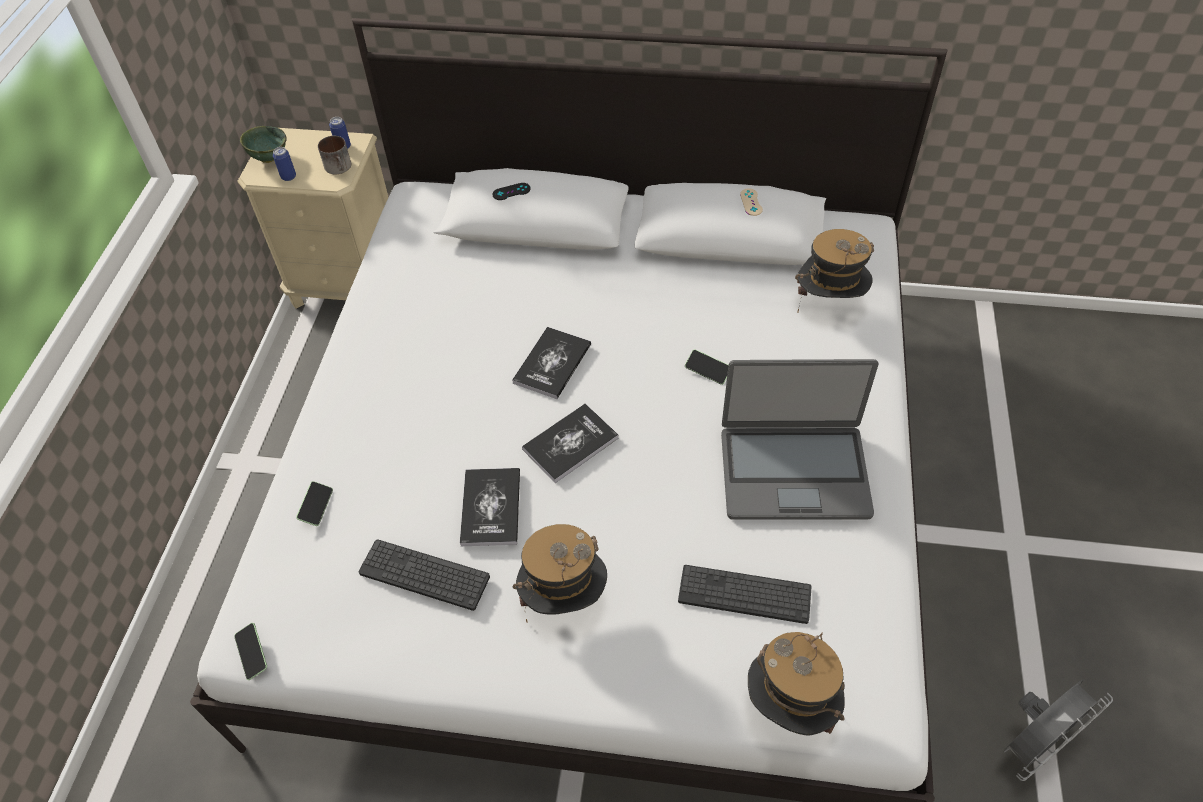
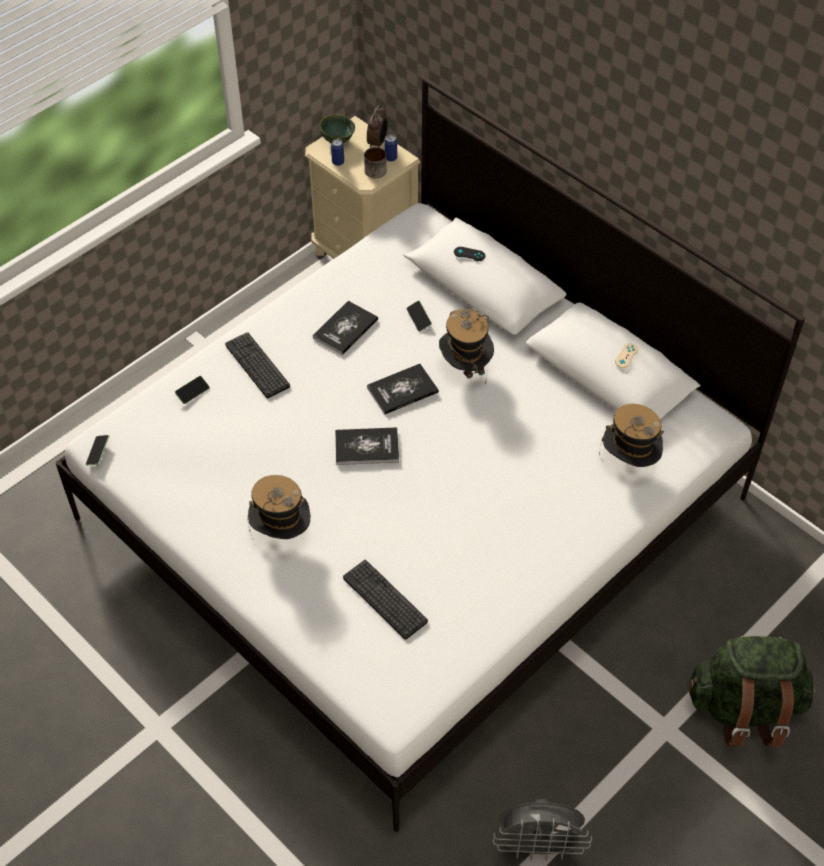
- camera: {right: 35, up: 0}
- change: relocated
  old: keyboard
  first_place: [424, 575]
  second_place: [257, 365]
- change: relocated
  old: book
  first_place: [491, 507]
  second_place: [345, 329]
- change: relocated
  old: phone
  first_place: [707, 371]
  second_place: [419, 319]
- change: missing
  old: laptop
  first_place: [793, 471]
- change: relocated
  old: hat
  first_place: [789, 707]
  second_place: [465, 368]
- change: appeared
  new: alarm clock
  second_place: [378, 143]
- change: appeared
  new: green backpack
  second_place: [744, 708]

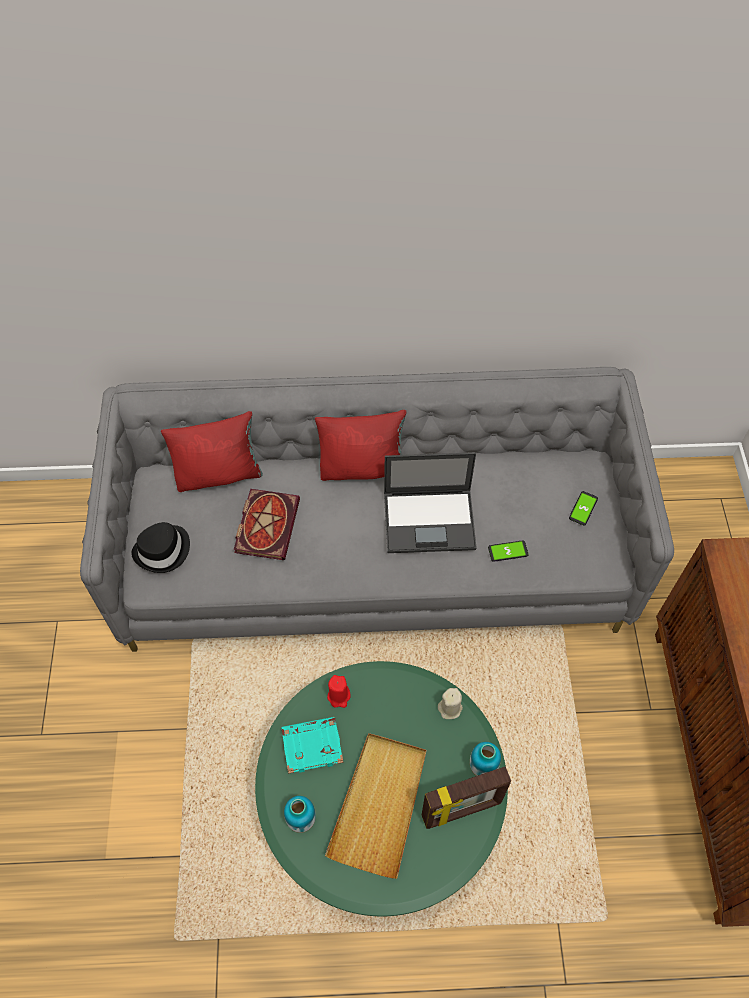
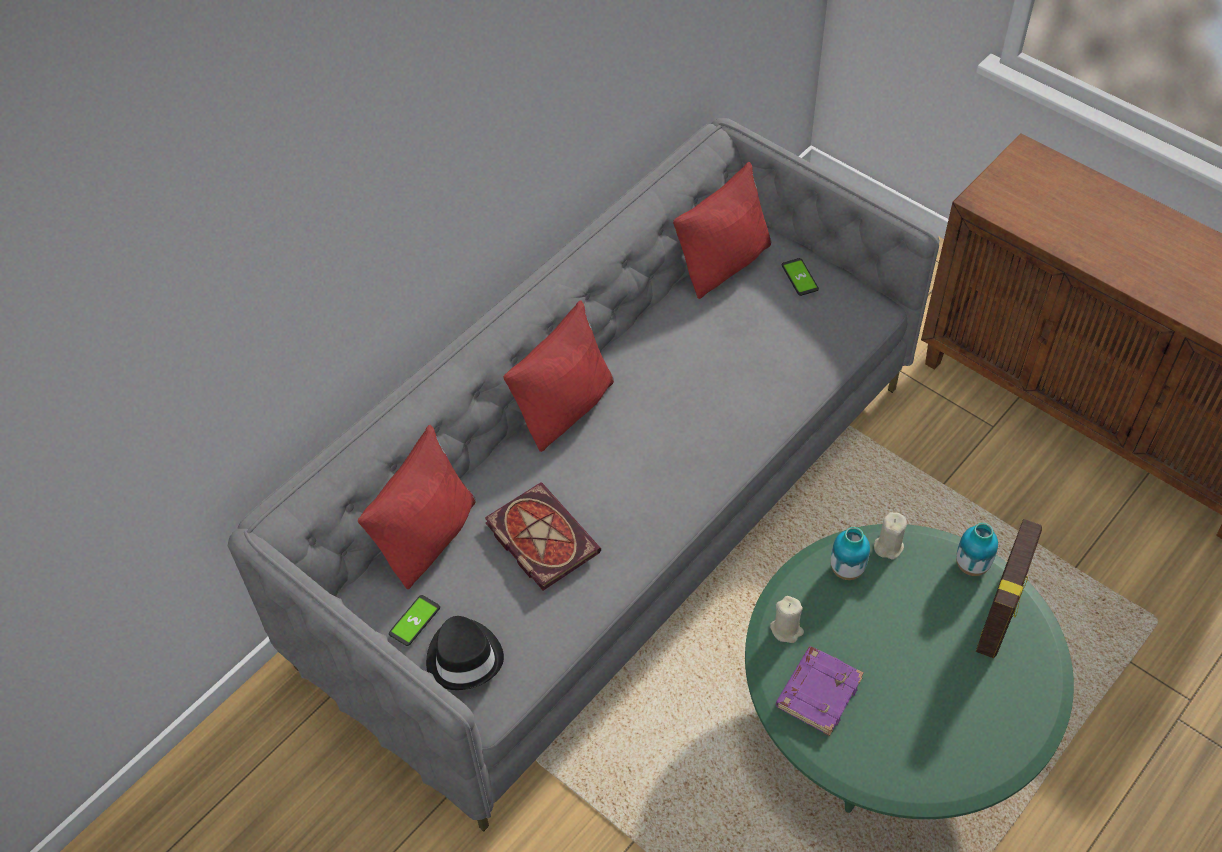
- camera: {right: -45, up: -5}
- change: colour
  old: turquoise book
  new: purple book
  first_place: [312, 745]
  second_place: [818, 692]
- change: relocated
  old: vase
  first_place: [301, 820]
  second_place: [847, 570]
- change: missing
  old: beige tray
  first_place: [379, 804]
- change: colour
  old: red candle
  new: beige candle
  first_place: [339, 696]
  second_place: [786, 629]
- change: missing
  old: laptop
  first_place: [430, 520]
- change: relocated
  old: phone
  first_place: [508, 551]
  second_place: [414, 621]
- change: appeared
  new: red pillow
  second_place: [724, 263]

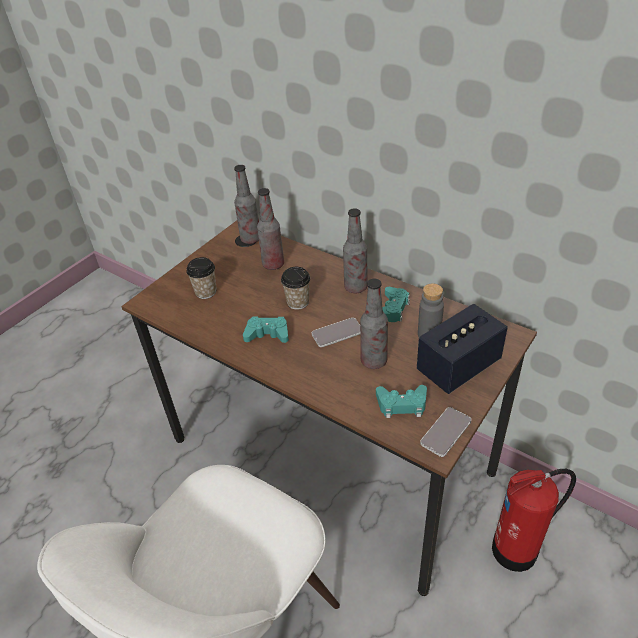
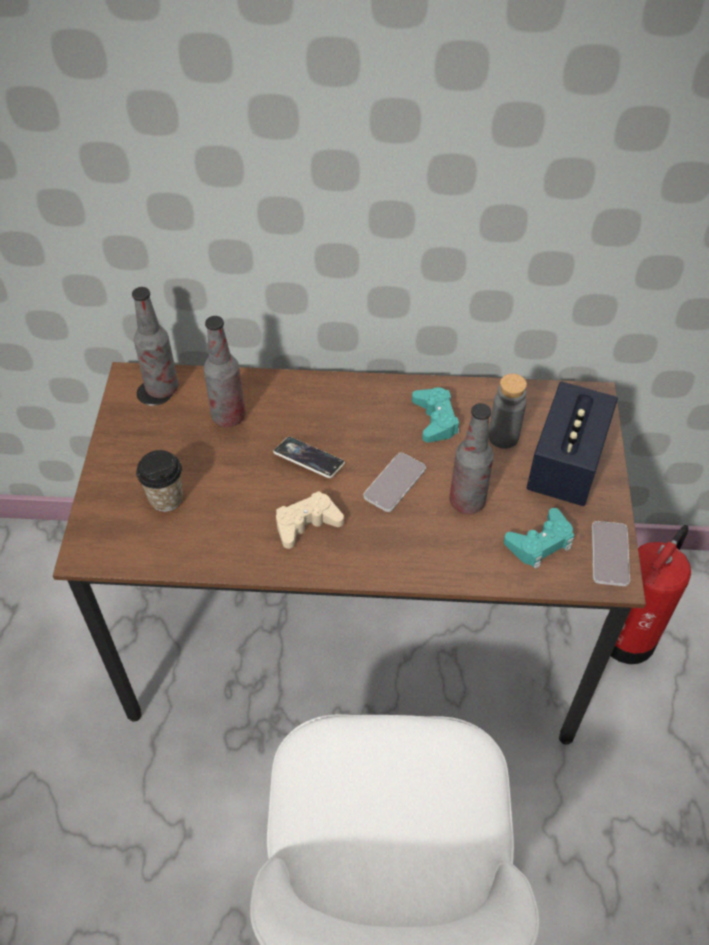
- camera: {right: -35, up: 10}
- change: colour
  old: turquoise game controller
  new: beige game controller
  first_place: [267, 334]
  second_place: [306, 524]
- change: exchanged
  old: cup
  new: phone
  first_place: [298, 302]
  second_place: [309, 460]
- change: missing
  old: bottle
  first_place: [355, 287]

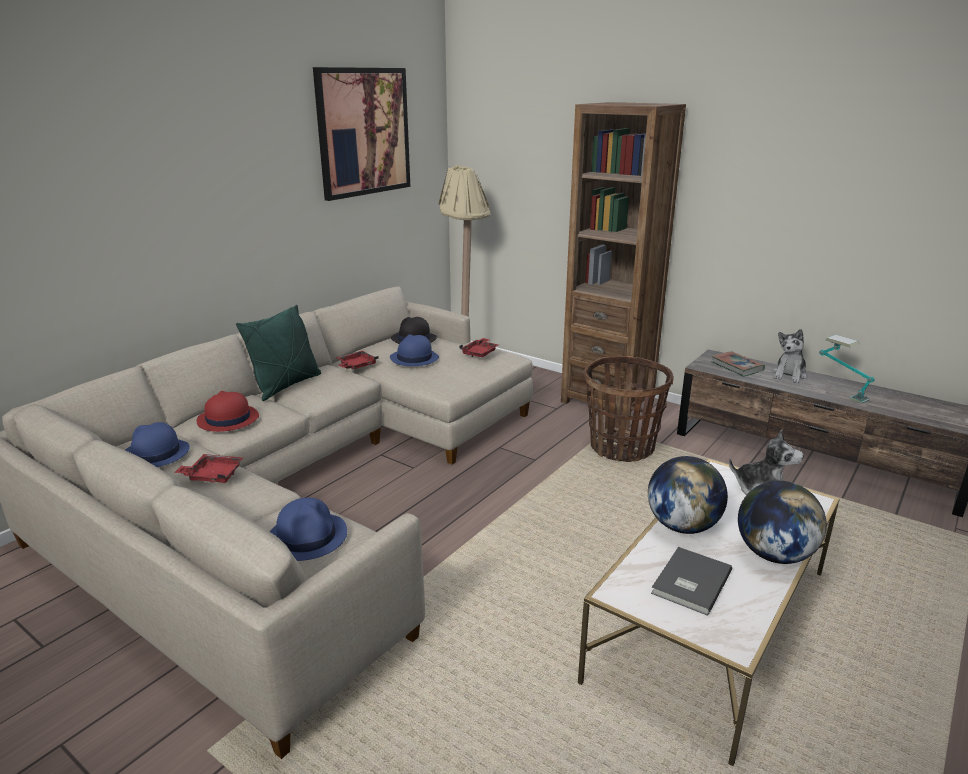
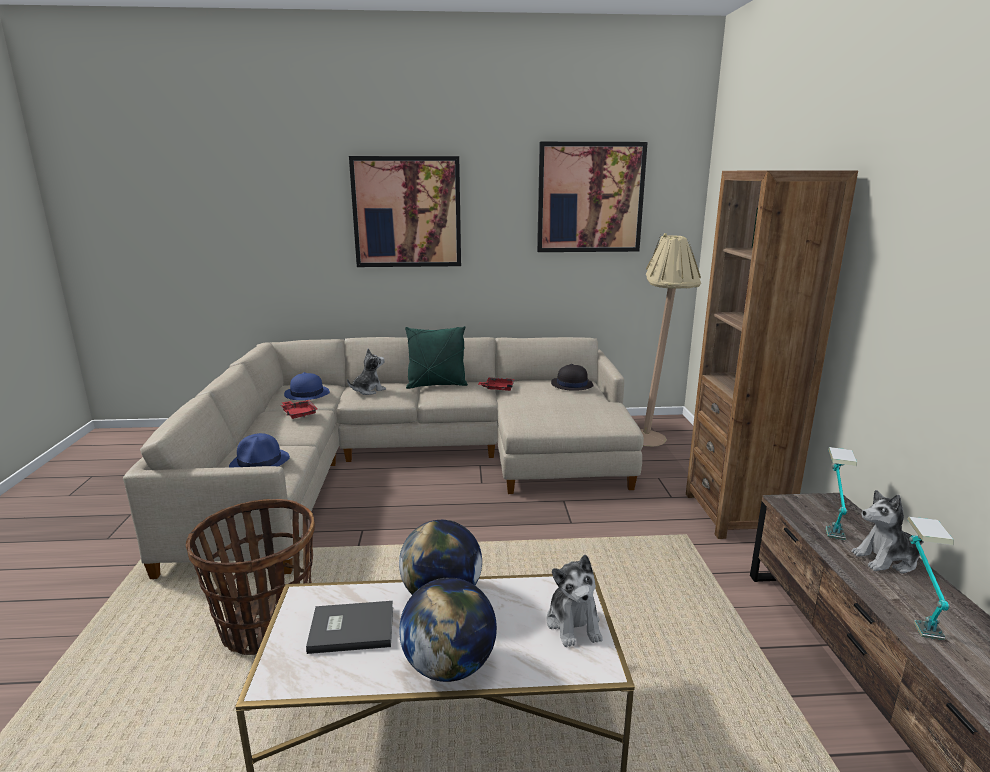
- camera: {right: 50, up: -5}
- change: exchanged
  old: red hat
  new: plush toy
  first_place: [227, 419]
  second_place: [368, 390]
- change: missing
  old: blue hat
  first_place: [414, 358]
- change: missing
  old: red tray
  first_place: [480, 353]
- change: relocated
  old: basket
  first_place: [622, 447]
  second_place: [265, 626]
- change: exchanged
  old: book
  new: table lamp
  first_place: [737, 367]
  second_place: [831, 521]
- change: appeared
  new: picture
  second_place: [407, 212]

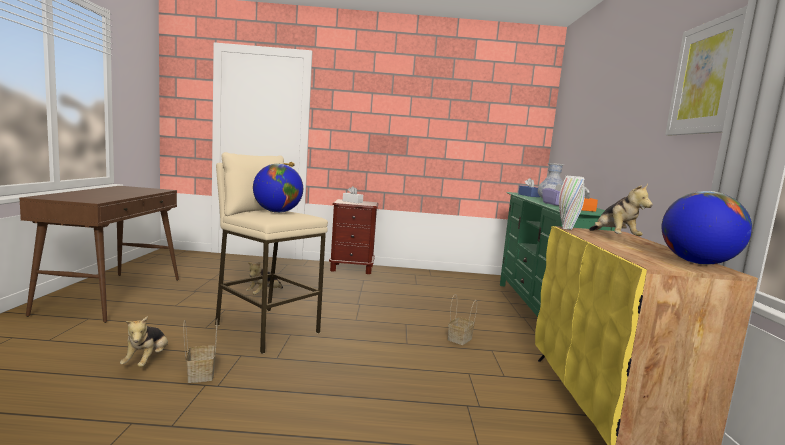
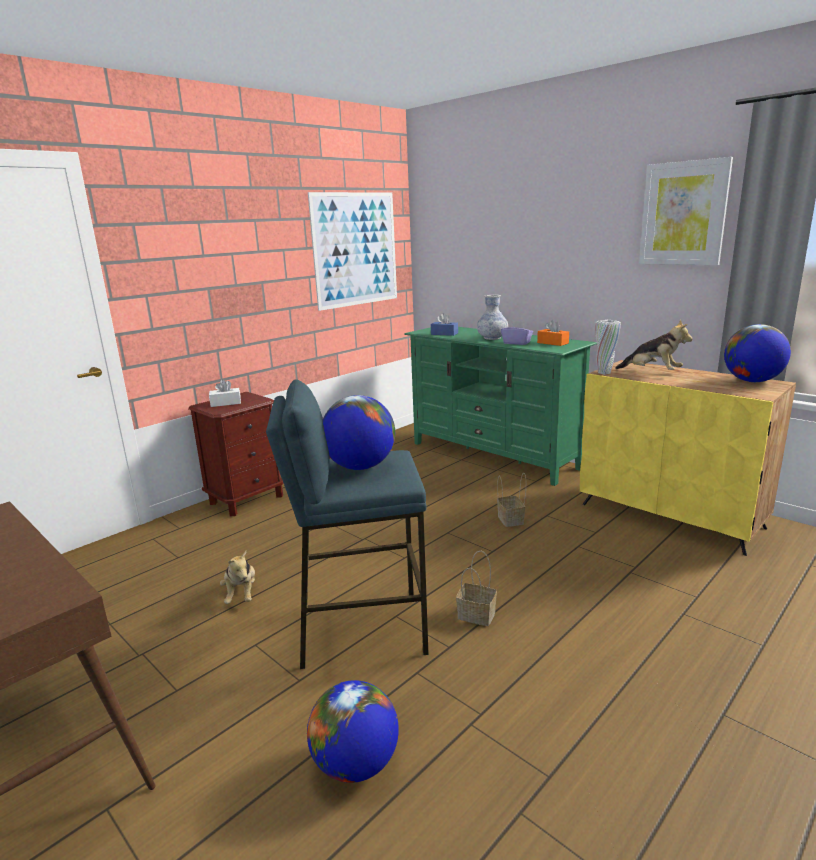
- camera: {right: -45, up: 10}
- change: exchanged
  old: plush toy
  new: globe
  first_place: [147, 361]
  second_place: [356, 764]
- change: relocated
  old: basket
  first_place: [200, 374]
  second_place: [475, 615]
- change: colour
  old: beige stool
  new: blue stool
  first_place: [267, 328]
  second_place: [360, 628]
- change: appeared
  new: picture
  second_place: [355, 249]

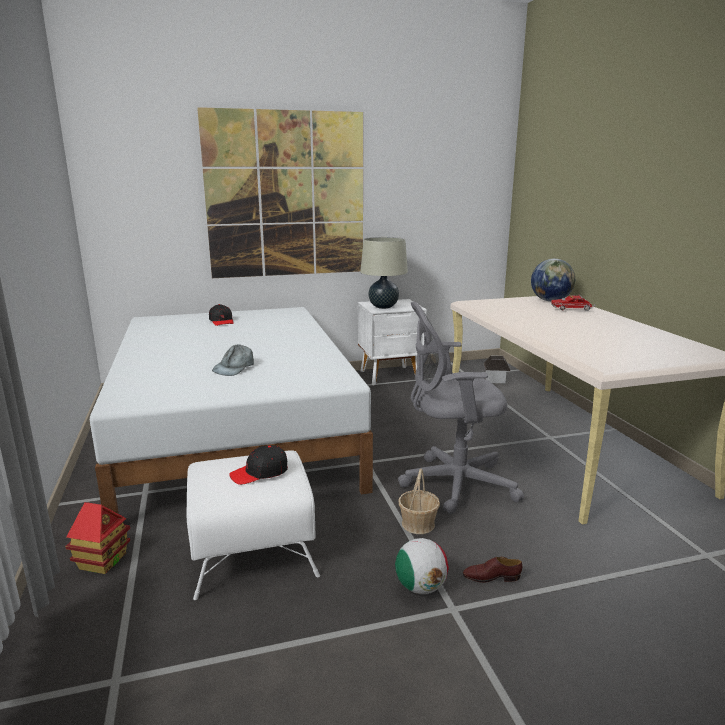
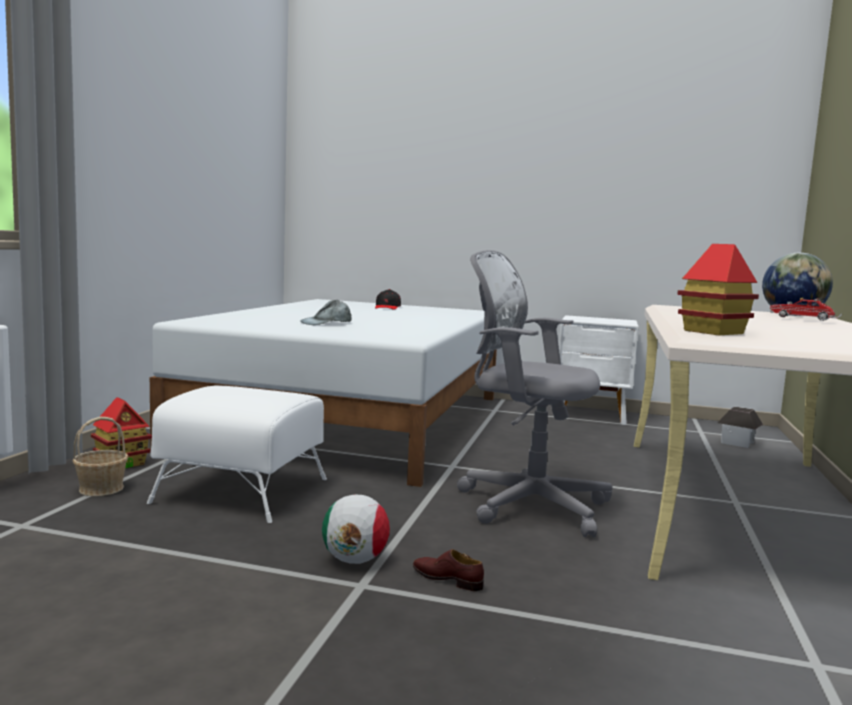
- camera: {right: 30, up: -10}
- change: missing
  old: picture
  first_place: [286, 195]
- change: missing
  old: black cap
  first_place: [260, 473]
- change: missing
  old: beige table lamp
  first_place: [383, 307]
- change: relocated
  old: basket
  first_place: [418, 524]
  second_place: [102, 489]
- change: appeared
  new: toy house
  second_place: [713, 332]

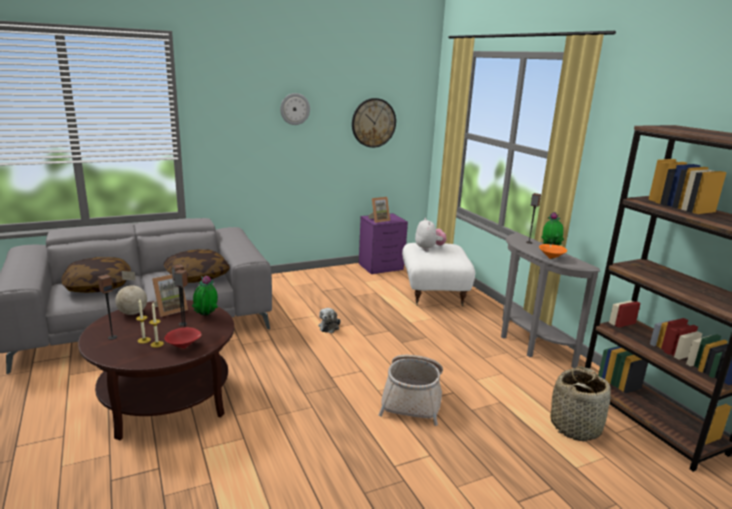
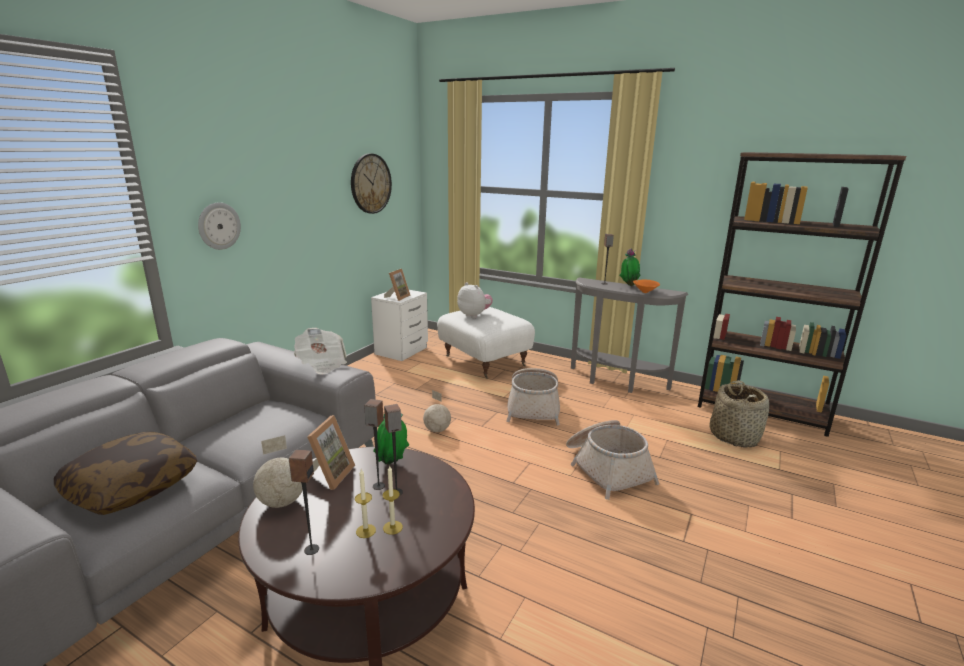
- camera: {right: -35, up: 0}
- change: missing
  old: pillow
  first_place: [197, 276]
- change: missing
  old: red bowl
  first_place: [184, 346]
- change: relocated
  old: wall clock
  first_place: [294, 109]
  second_place: [219, 226]
- change: exchanged
  old: plush toy
  new: globe
  first_place: [329, 326]
  second_place: [437, 430]
- change: colour
  old: purple nightstand
  new: white nightstand
  first_place: [382, 267]
  second_place: [402, 350]
- change: appeared
  new: newspaper
  second_place: [322, 364]
- change: appeared
  new: basket
  second_place: [533, 407]

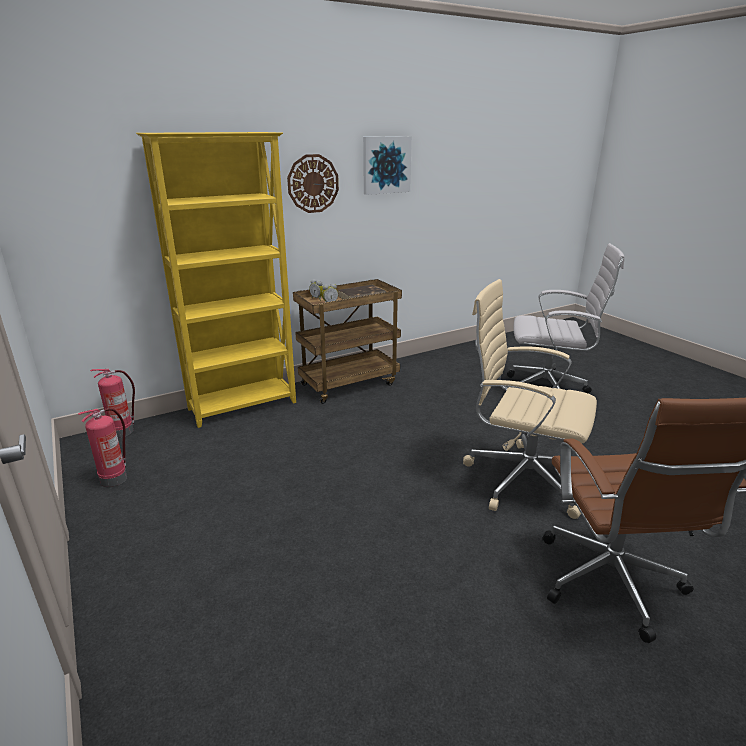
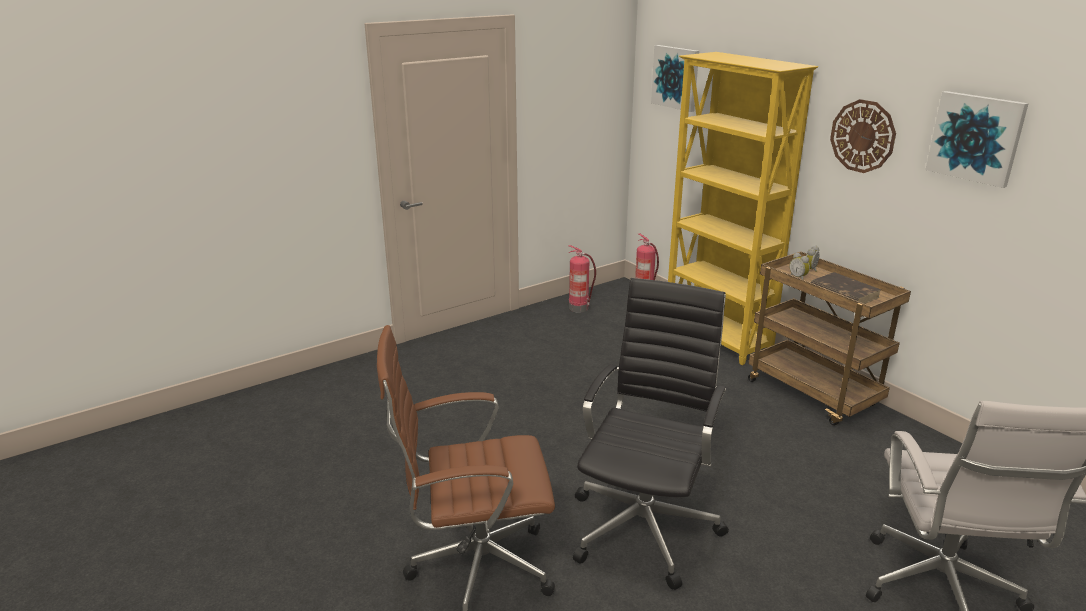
- camera: {right: 85, up: 0}
- change: colour
  old: beige office chair
  new: black office chair
  first_place: [521, 478]
  second_place: [645, 526]
- change: appeared
  new: picture
  second_place: [676, 77]

